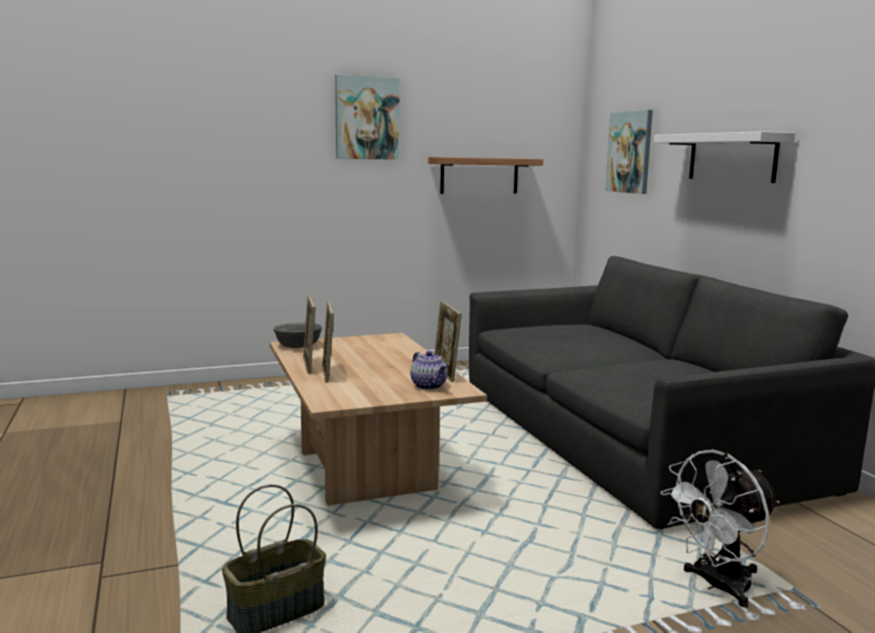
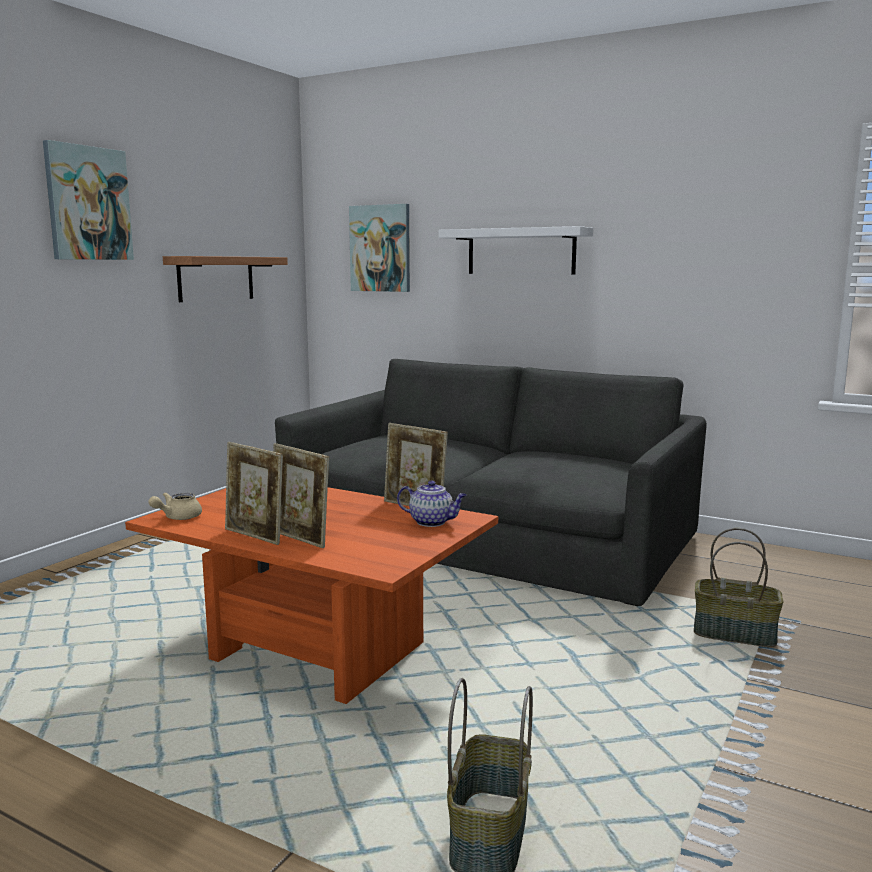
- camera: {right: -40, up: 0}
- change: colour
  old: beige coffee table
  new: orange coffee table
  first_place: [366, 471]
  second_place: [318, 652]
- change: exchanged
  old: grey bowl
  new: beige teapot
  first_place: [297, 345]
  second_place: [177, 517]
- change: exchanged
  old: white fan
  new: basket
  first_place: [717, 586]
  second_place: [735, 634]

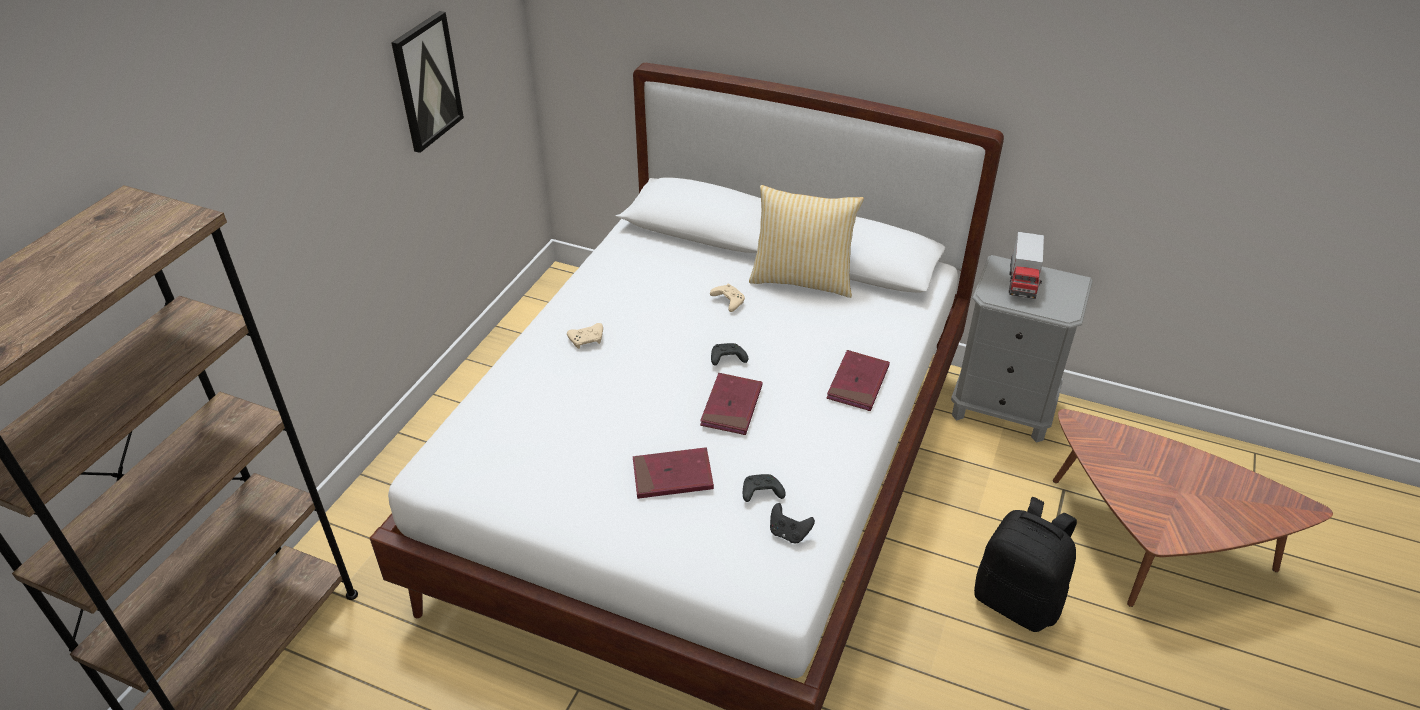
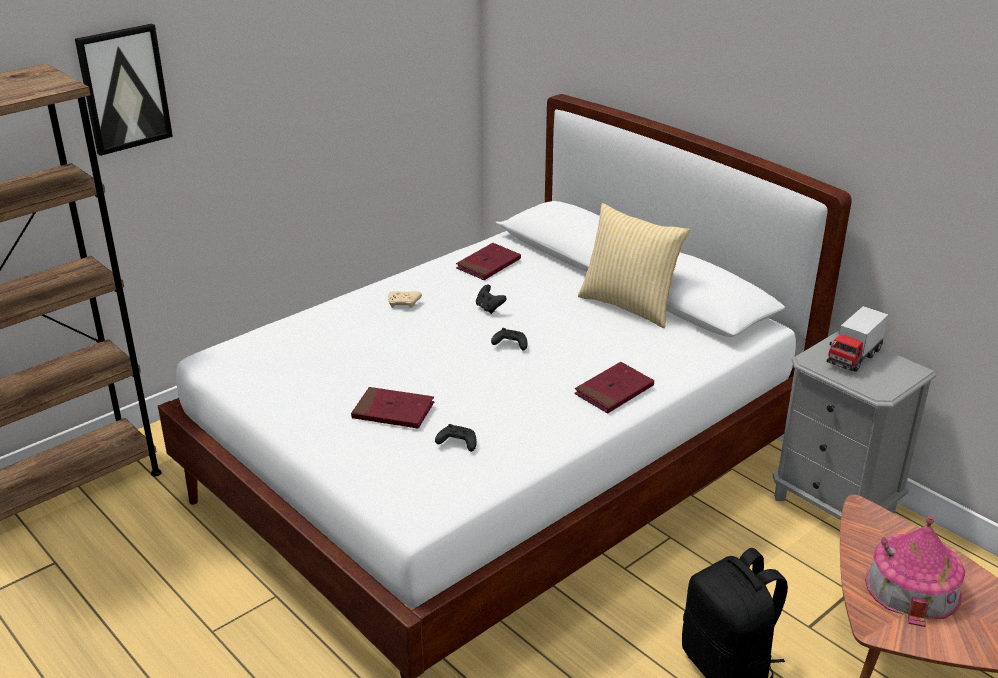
- camera: {right: 25, up: -10}
- change: relocated
  old: picture
  first_place: [426, 81]
  second_place: [124, 89]
- change: relocated
  old: red book
  first_place: [731, 406]
  second_place: [488, 264]
- change: missing
  old: beige game controller
  first_place: [728, 301]
- change: relocated
  old: black game controller
  first_place: [789, 533]
  second_place: [489, 308]
- change: appeared
  new: toy house
  second_place: [912, 587]

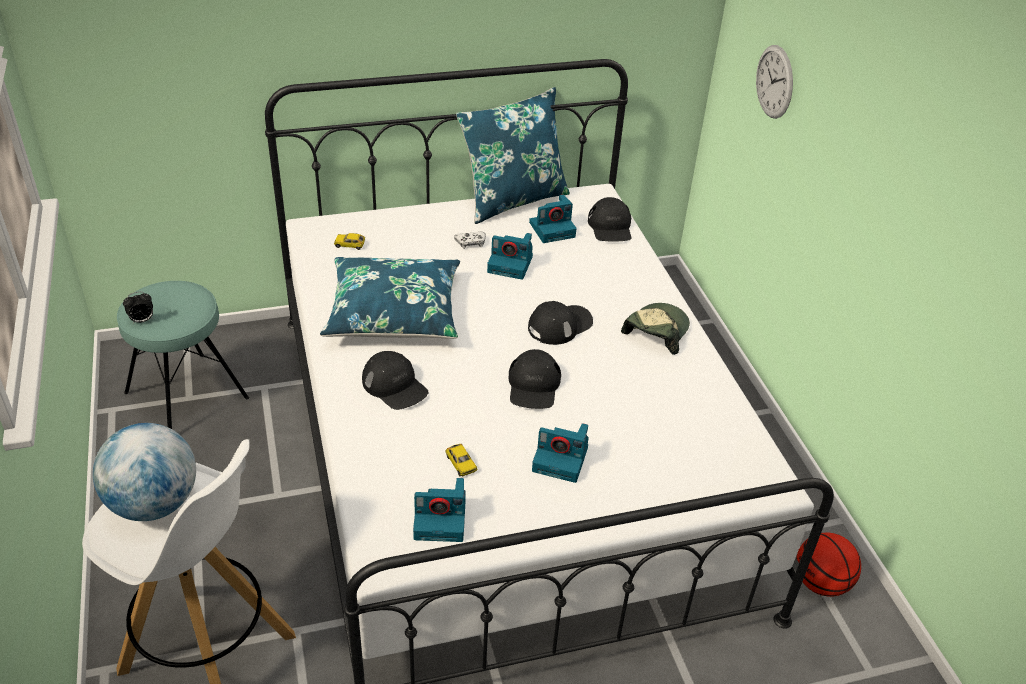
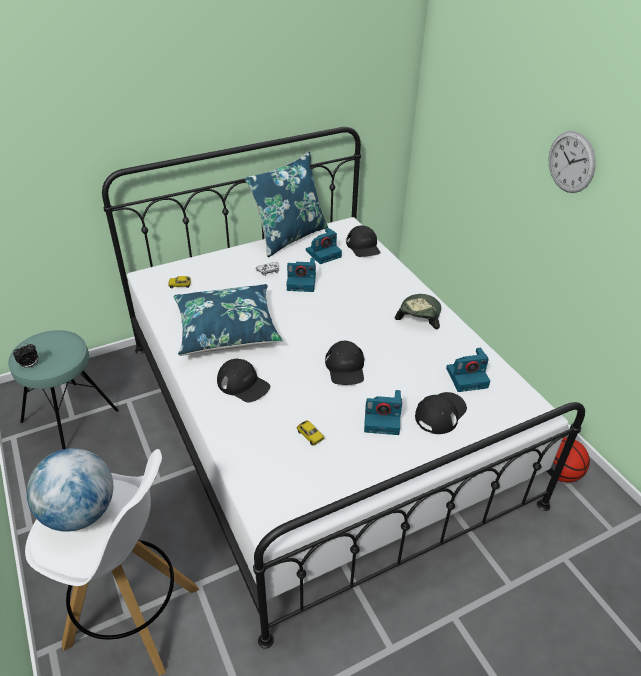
- camera: {right: -10, up: 0}
- change: relocated
  old: photo camera
  first_place: [441, 519]
  second_place: [467, 377]
- change: relocated
  old: black cap
  first_place: [560, 325]
  second_place: [440, 413]
- change: relocated
  old: wall clock
  first_place: [774, 82]
  second_place: [571, 162]

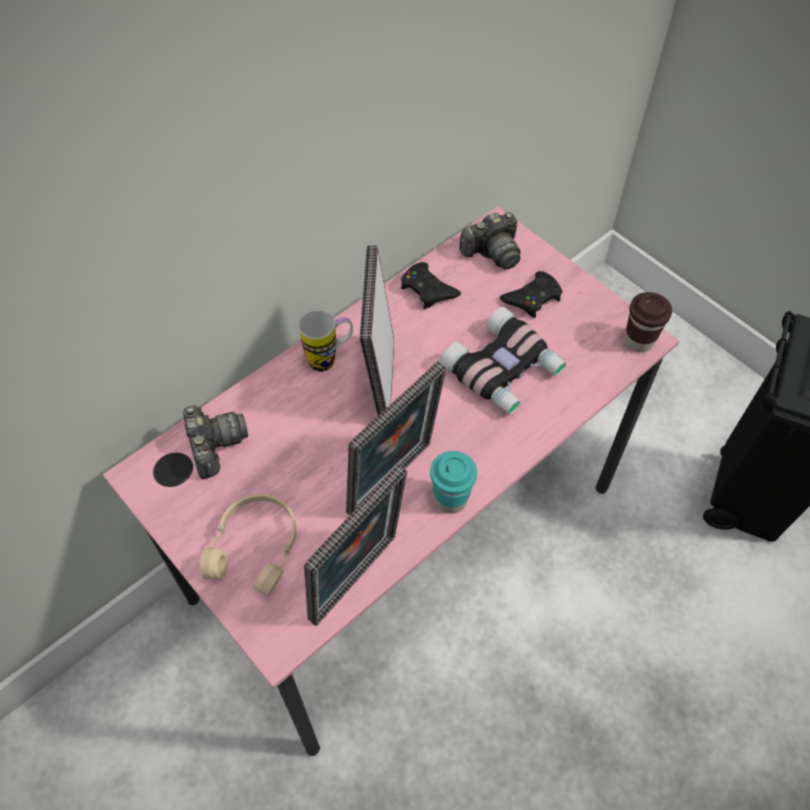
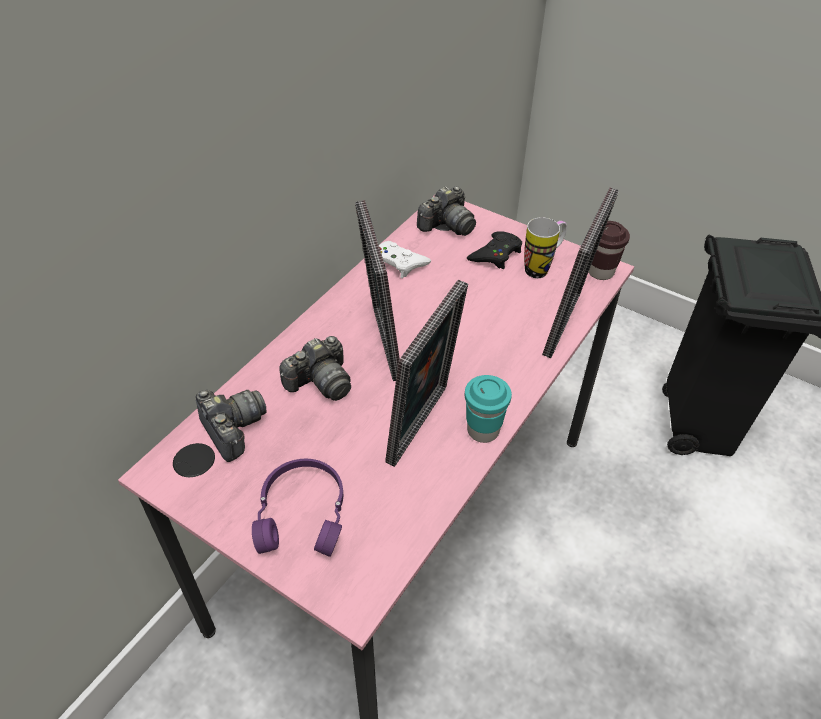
- camera: {right: -15, up: -10}
- change: colour
  old: beige headphones
  new: purple headphones
  first_place: [257, 547]
  second_place: [304, 514]
- change: relocated
  old: mug
  first_place: [330, 359]
  second_place: [542, 268]
- change: relocated
  old: picture frame
  first_place: [358, 582]
  second_place: [568, 326]
- change: colour
  old: black game controller
  new: white game controller
  first_place: [428, 289]
  second_place: [399, 263]
- change: missing
  old: binoculars
  first_place: [504, 371]
- change: appeared
  new: photo camera
  second_place: [320, 382]

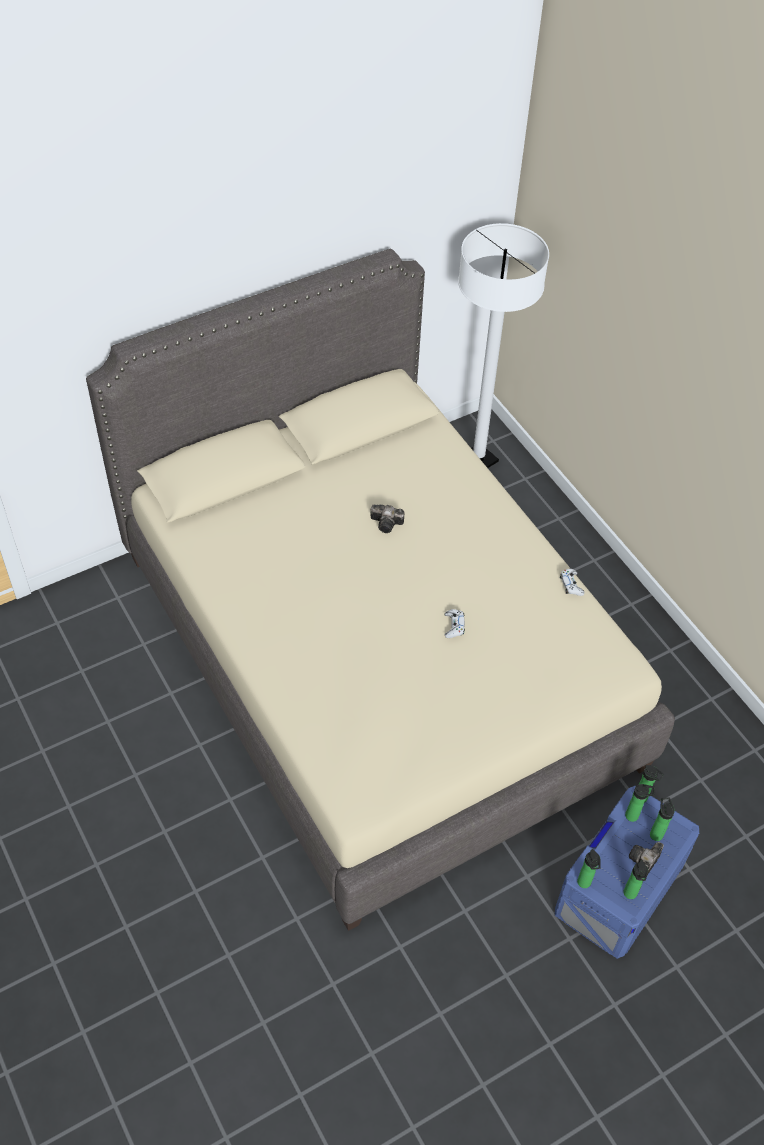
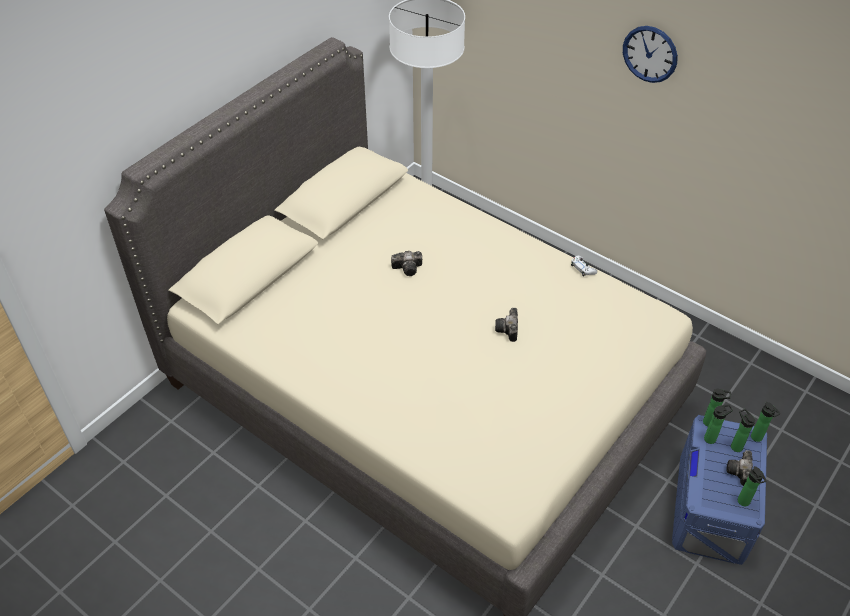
- camera: {right: -20, up: -5}
- change: exchanged
  old: white game controller
  new: photo camera
  first_place: [454, 626]
  second_place: [508, 330]
- change: relocated
  old: bottle
  first_place: [584, 884]
  second_place: [758, 438]
- change: appeared
  new: wall clock
  second_place: [650, 54]

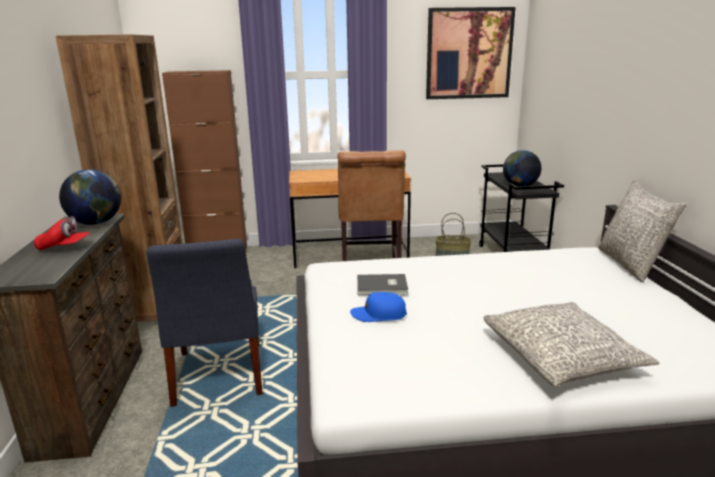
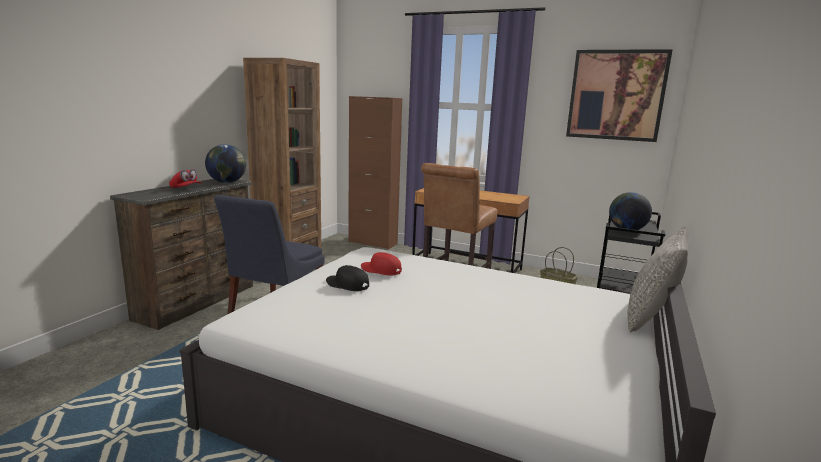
- camera: {right: 30, up: -5}
- change: colour
  old: blue cap
  new: black cap
  first_place: [378, 314]
  second_place: [347, 285]
- change: exchanged
  old: grey book
  new: red cap
  first_place: [382, 287]
  second_place: [381, 270]
- change: missing
  old: grey pillow
  first_place: [561, 357]

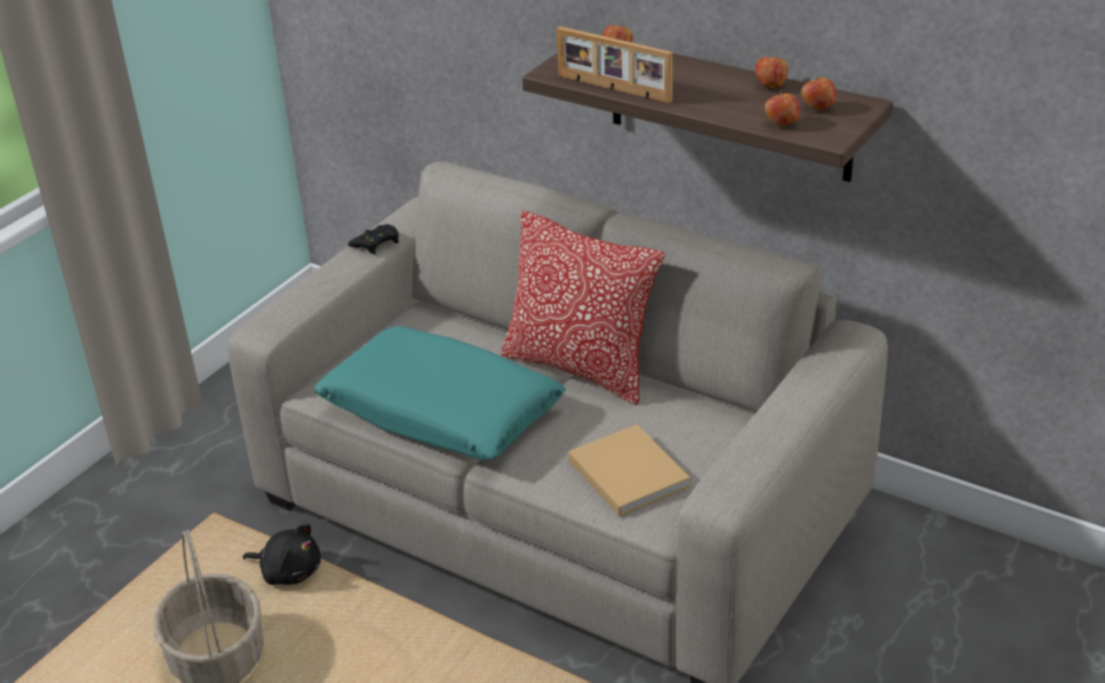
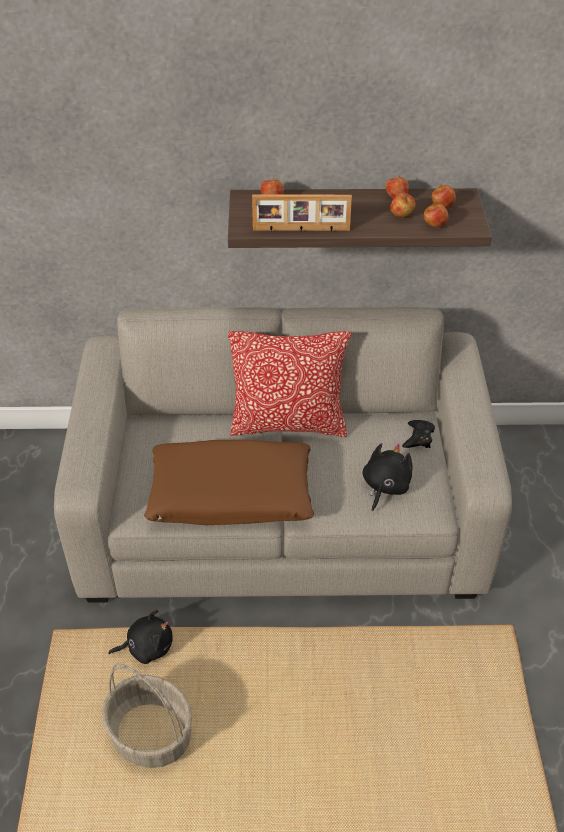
- camera: {right: -35, up: 10}
- change: colour
  old: turquoise pillow
  new: brown pillow
  first_place: [441, 412]
  second_place: [231, 495]
- change: relocated
  old: black game controller
  first_place: [376, 243]
  second_place: [418, 437]
- change: exchanged
  old: beige book
  new: black plush toy
  first_place: [626, 471]
  second_place: [385, 486]
- change: appeared
  new: apple
  second_place: [401, 215]

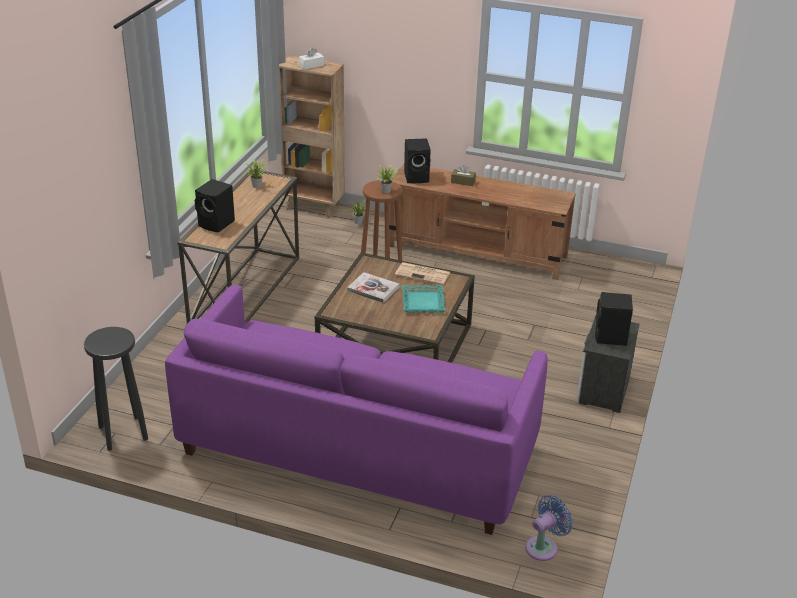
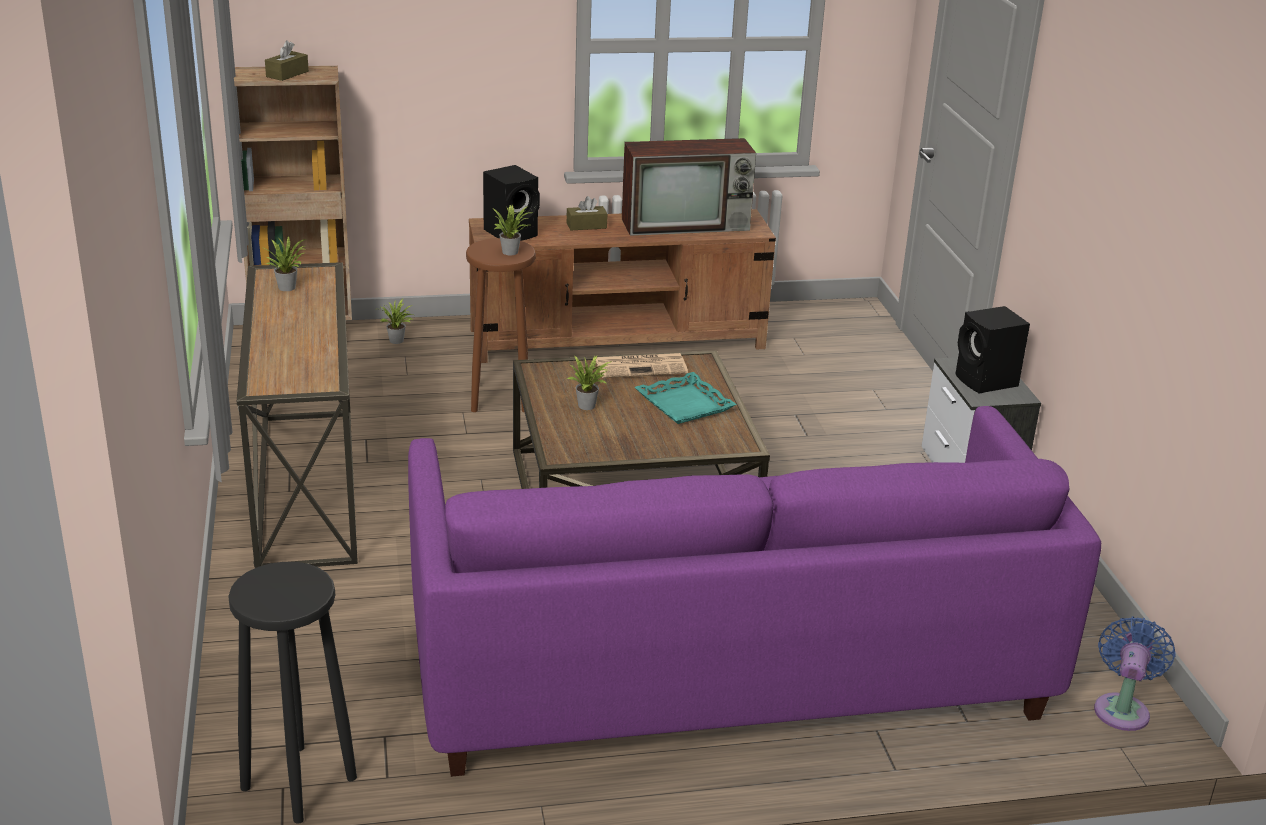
- camera: {right: -30, up: -5}
- change: missing
  old: black speaker
  first_place: [217, 224]
- change: colour
  old: white tissue box
  new: brown tissue box
  first_place: [311, 65]
  second_place: [287, 74]
- change: exchanged
  old: book
  new: potted plant
  first_place: [373, 289]
  second_place: [589, 406]
- change: appeared
  new: television
  second_place: [687, 224]

